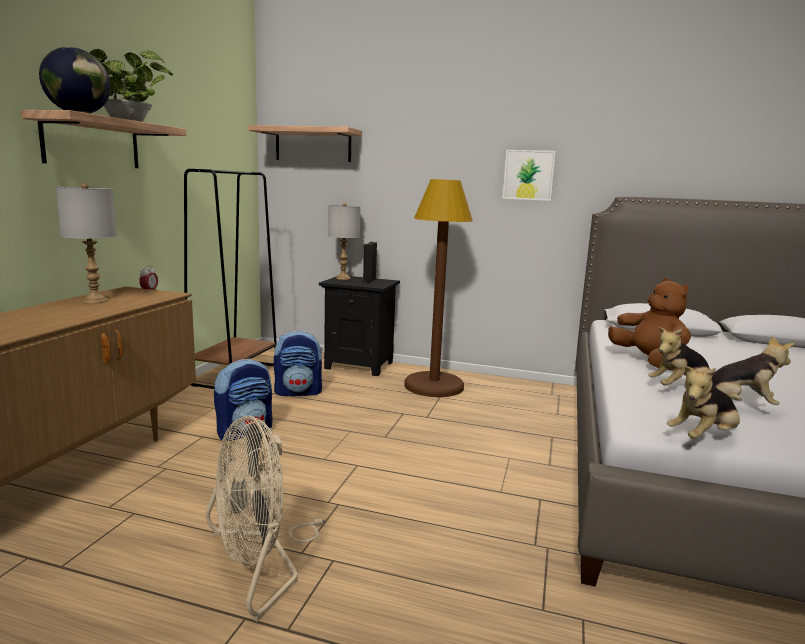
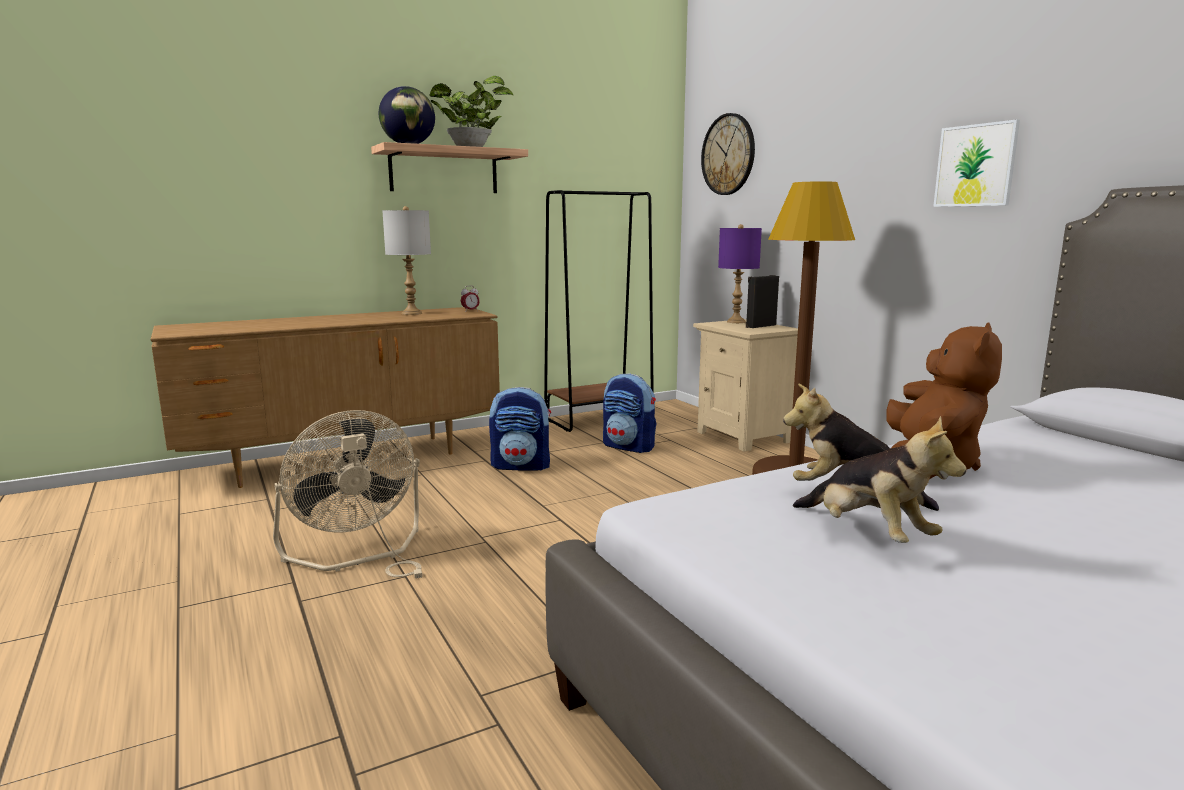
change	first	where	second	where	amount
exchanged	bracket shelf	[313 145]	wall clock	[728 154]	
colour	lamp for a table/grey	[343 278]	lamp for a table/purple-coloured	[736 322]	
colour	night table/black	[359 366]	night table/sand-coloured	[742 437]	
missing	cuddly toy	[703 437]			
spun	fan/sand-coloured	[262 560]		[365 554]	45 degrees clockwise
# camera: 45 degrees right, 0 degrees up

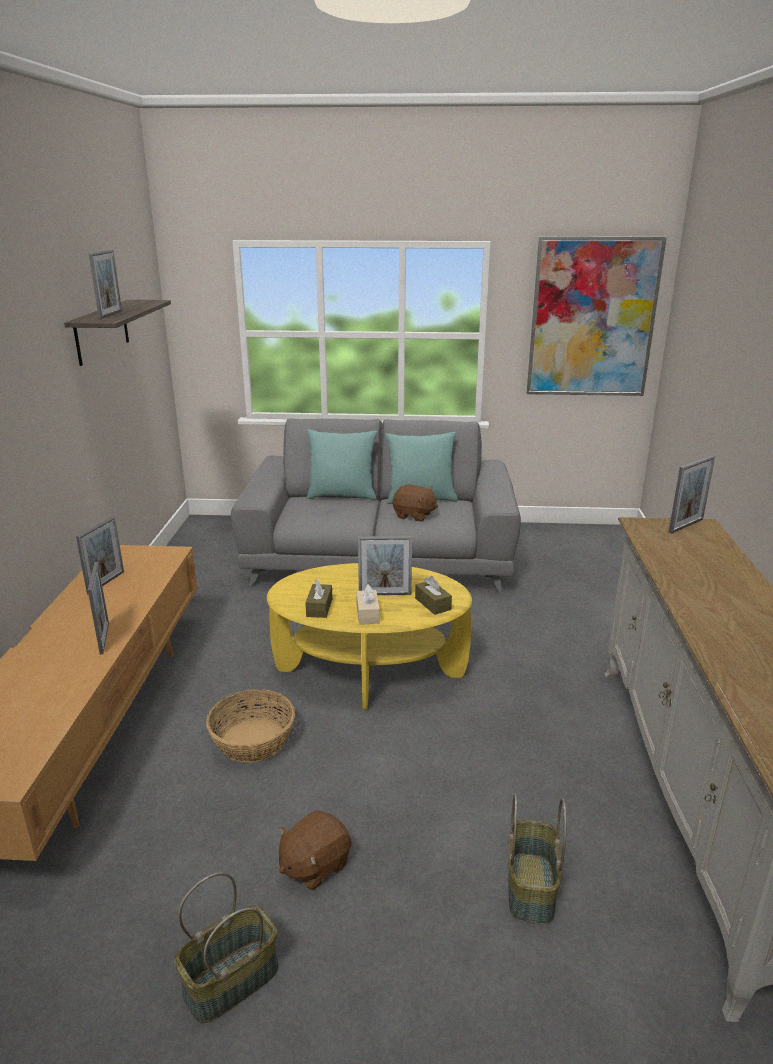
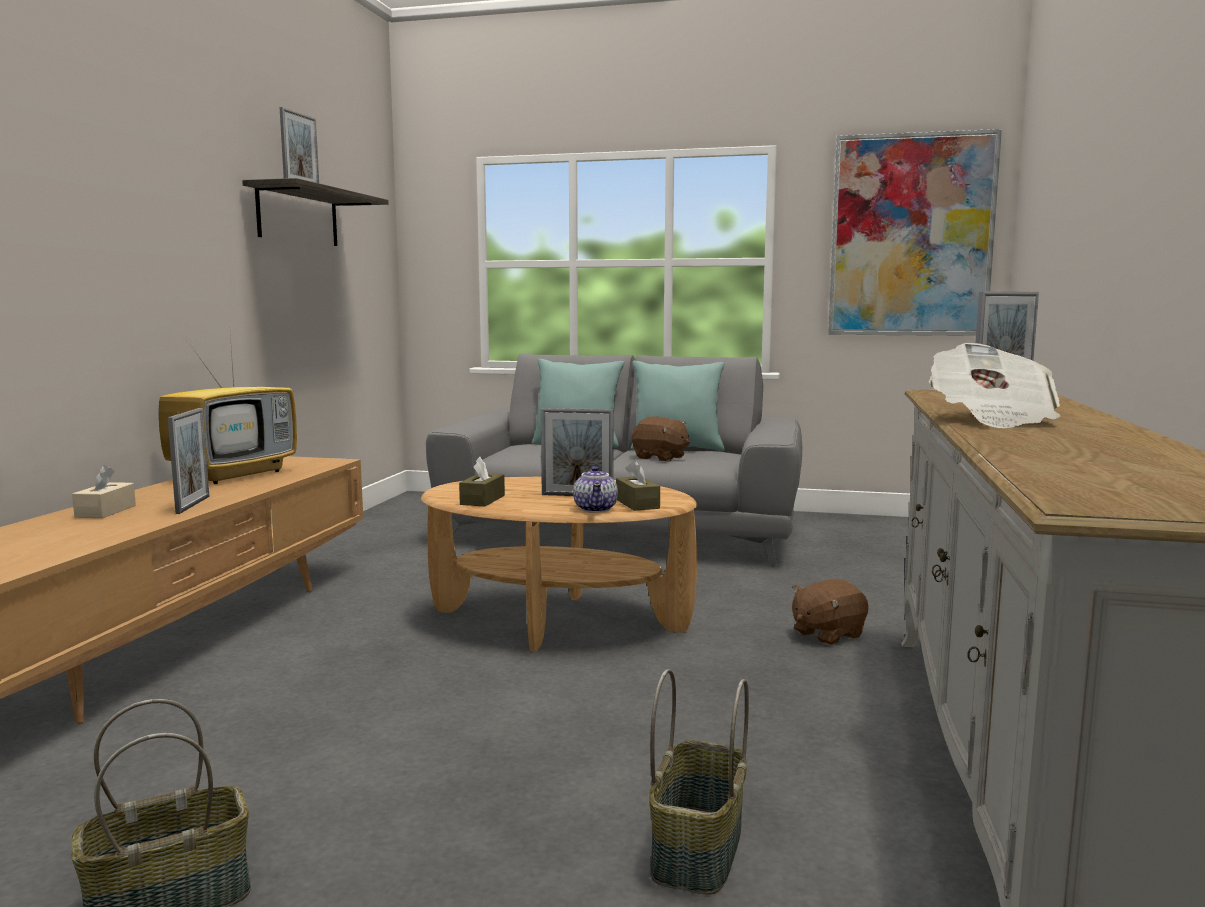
change	first	where	second	where	amount
exchanged	standing frame	[106 582]	TV set	[234 474]	
colour	coffee table/yellow	[370 673]	coffee table/brown-coloured	[558 621]	
relocated	tissue holder/sand-coloured	[367 614]		[106 511]	
missing	household basket	[252 740]			
relocated	cuddly toy/brown-coloured	[314 865]		[827 634]	
appeared			newspaper	[991 419]	
appeared			teapot	[596 509]	
# camera: 10 degrees right, 15 degrees down

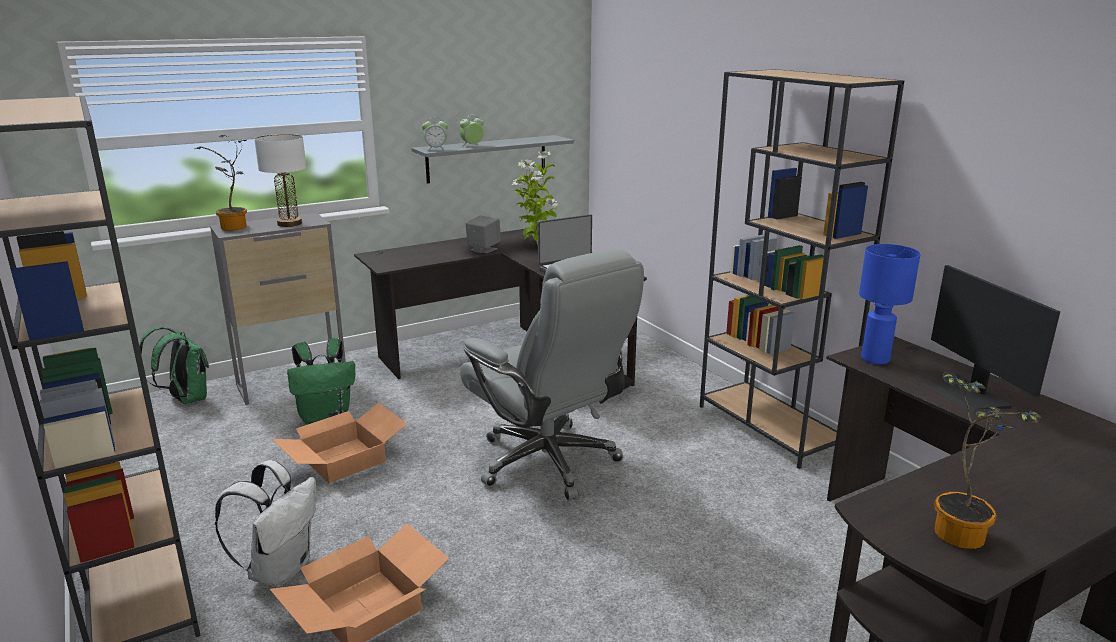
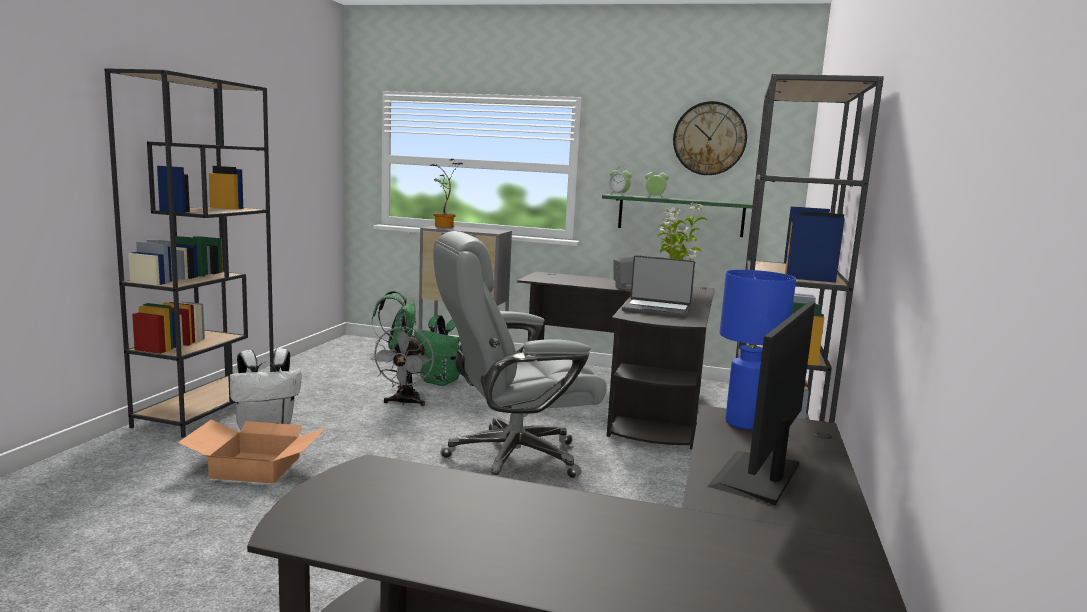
change	first	where	second	where	amount
missing	lamp for a table	[289 223]			
colour	bracket shelf/grey	[487 158]	bracket shelf/greenish	[680 215]	
spun	desk chair/grey	[547 461]		[513 458]	60 degrees clockwise
missing	plant in a pot	[961 531]			
exchanged	cardboard box	[344 459]	fan/grey	[405 403]	
appeared			wall clock	[709 138]	
# camera: 45 degrees right, 10 degrees down

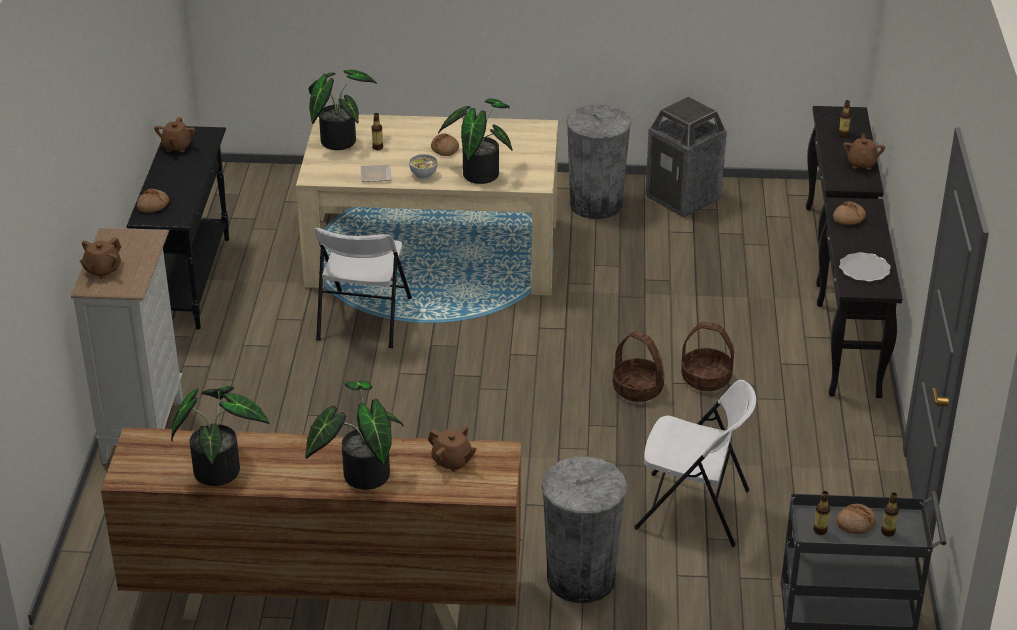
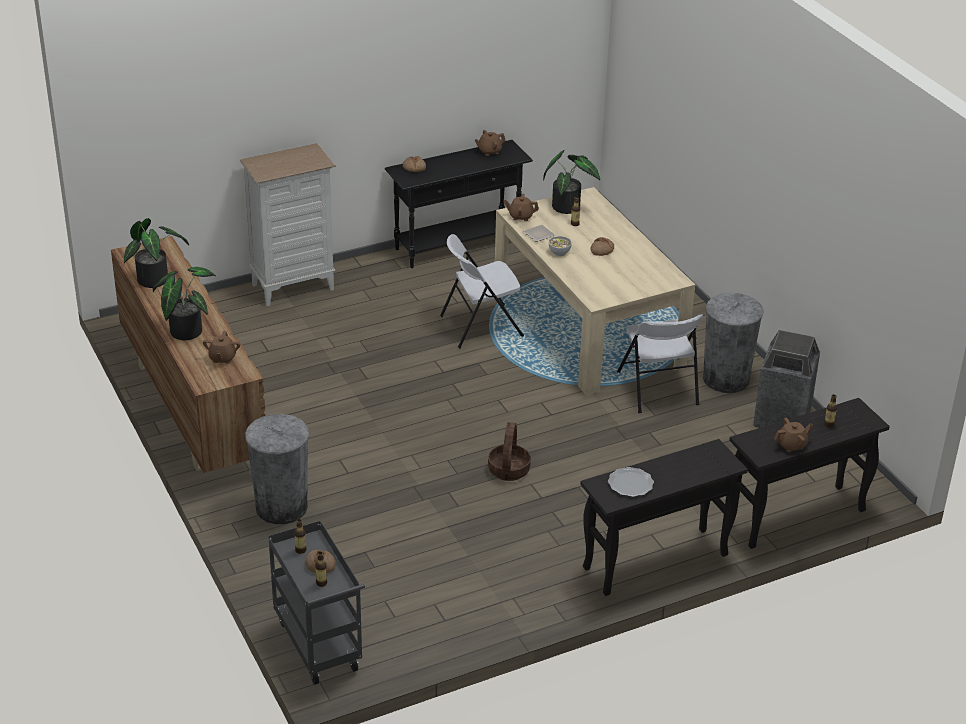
change	first	where	second	where	amount
missing	plant in a pot	[478 173]			
missing	bakery bread	[848 218]			
relocated	teapot/brown-coloured	[102 270]		[520 216]	
missing	household basket	[705 378]			
relocated	upright chair/white-coloured	[692 509]		[657 388]	
# camera: 60 degrees right, 0 degrees up

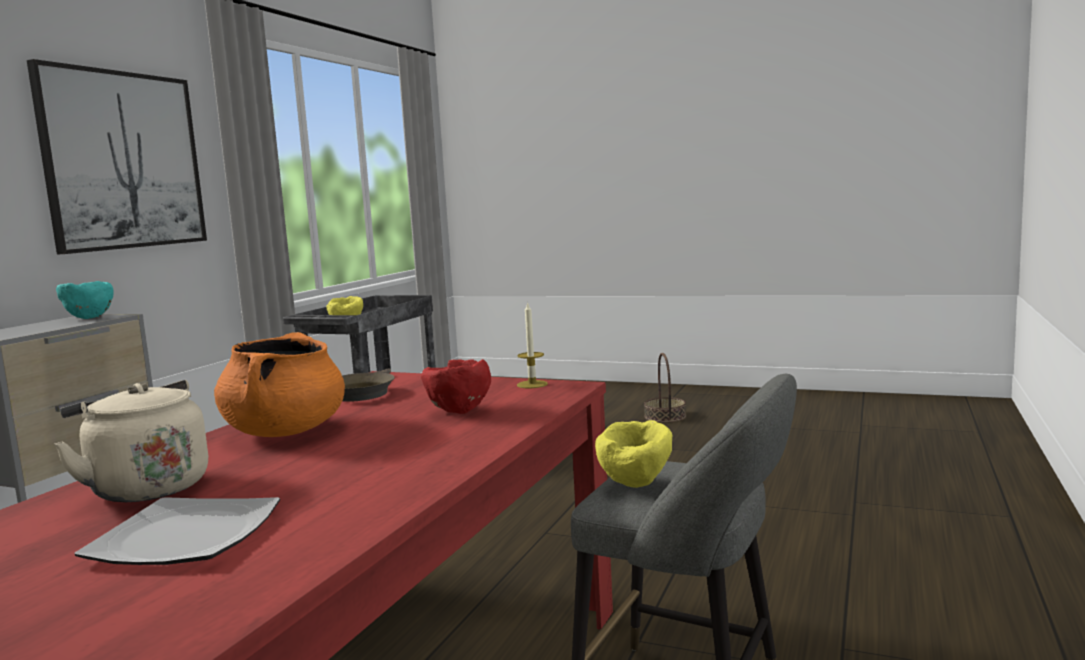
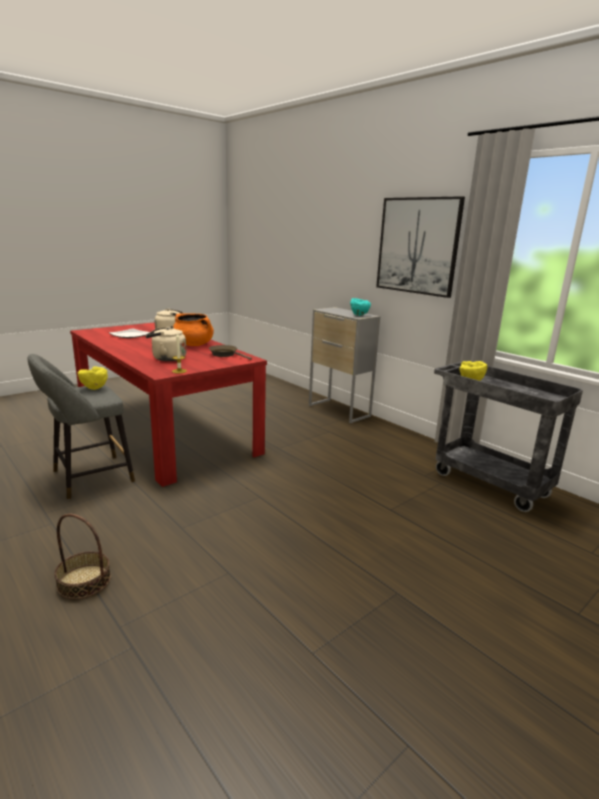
change	first	where	second	where	amount
relocated	household basket	[665 416]		[84 581]	
exchanged	serving bowl/red	[458 412]	kettle/sand-coloured	[167 358]	
# camera: 115 degrees right, 10 degrees up

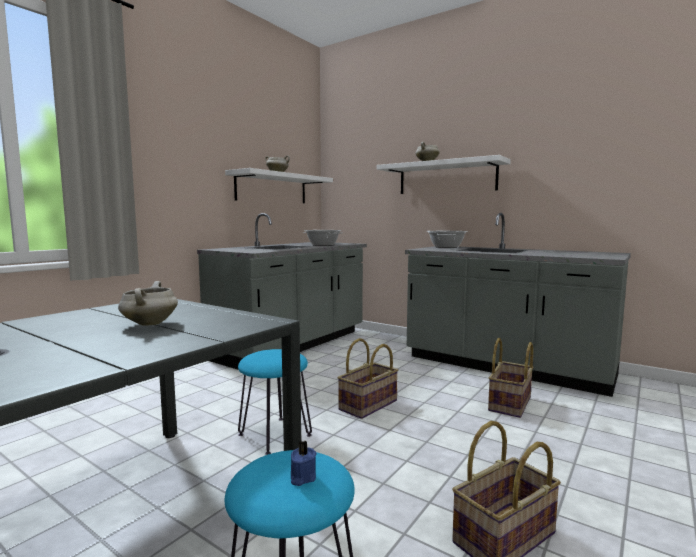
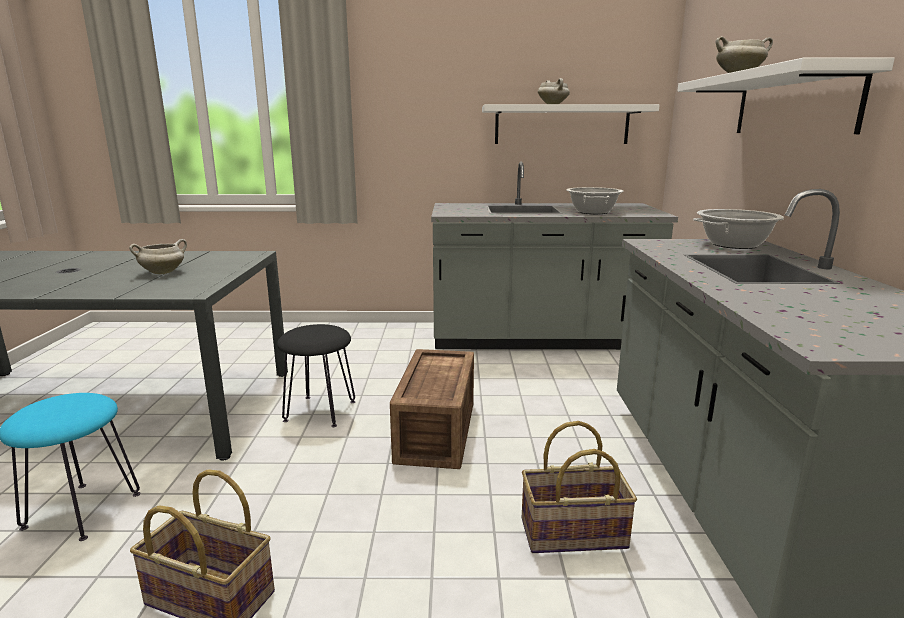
change	first	where	second	where	amount
exchanged	household basket	[369 405]	crate	[434 432]	
colour	stool seat/blue-green	[275 435]	stool seat/black	[320 411]	
missing	wax candle/blue-coloured	[302 477]			
# camera: 55 degrees right, 10 degrees up

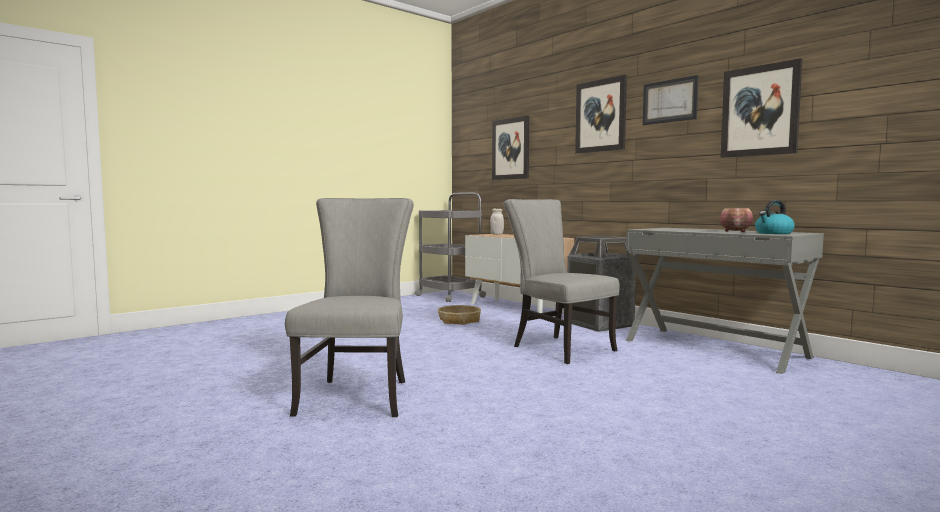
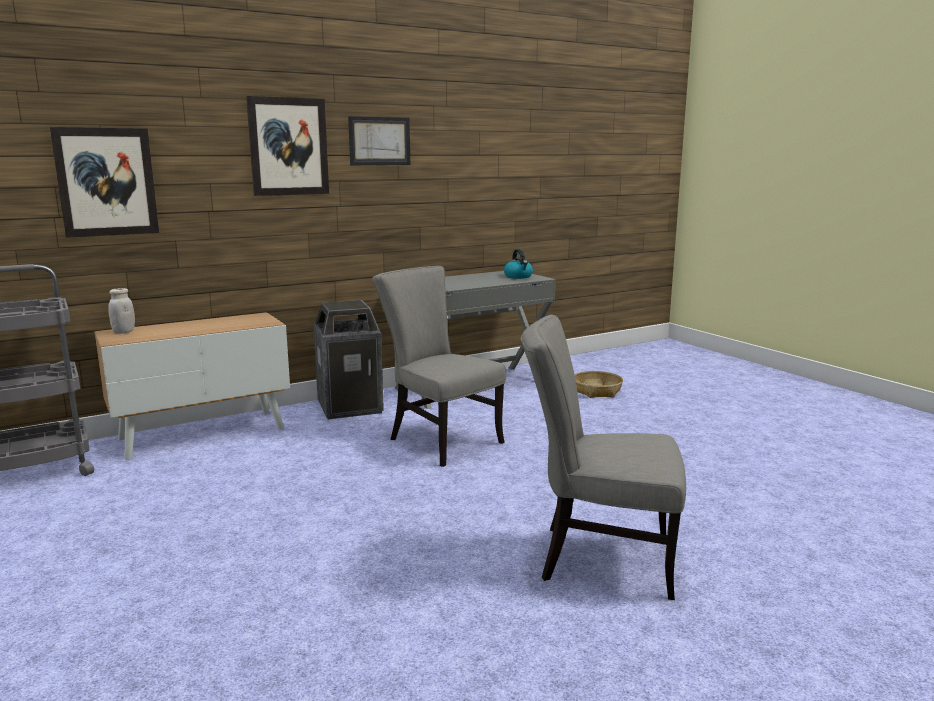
change	first	where	second	where	amount
missing	wall picture	[760 111]			
spun	upright chair/grey	[558 347]		[439 439]	75 degrees clockwise
missing	serving bowl	[736 231]			
relocated	household basket	[459 320]		[596 391]	
# camera: 80 degrees left, 10 degrees up

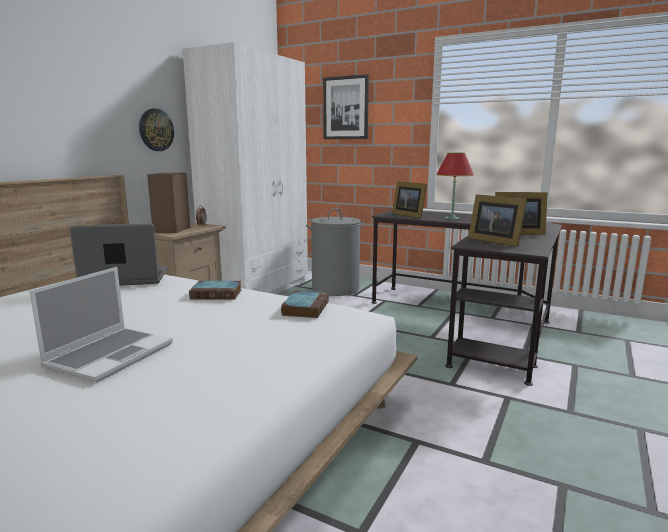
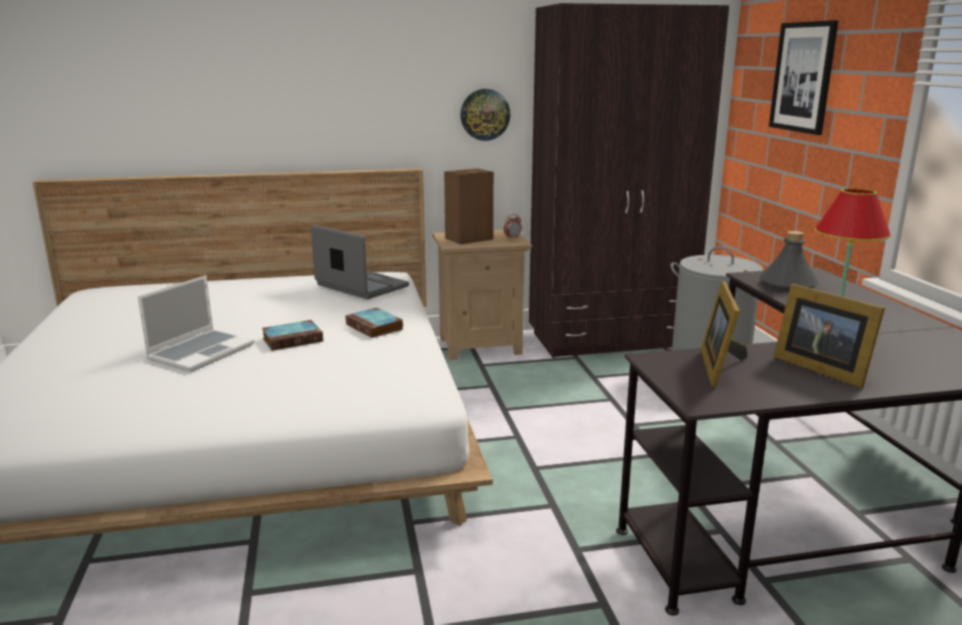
change	first	where	second	where	amount
colour	armoire/white-coloured	[258 290]	armoire/brown-coloured	[610 339]	
exchanged	standing frame	[408 215]	bottle/grey	[788 285]	
spun	portable computer	[110 355]		[201 352]	45 degrees counterclockwise
relocated	book	[305 308]		[293 339]	
# camera: 50 degrees right, 5 degrees up

